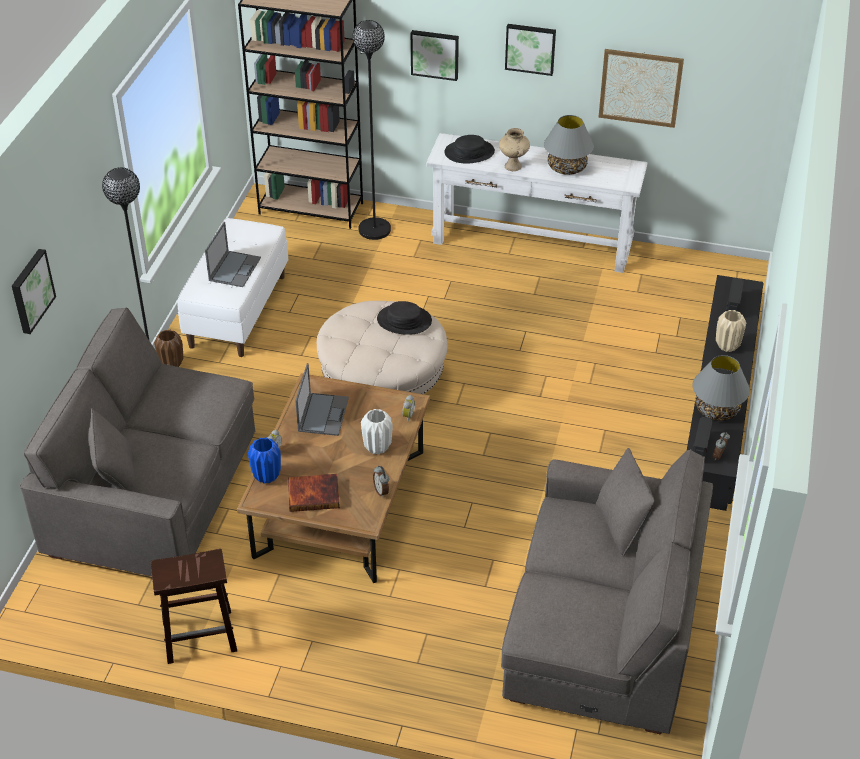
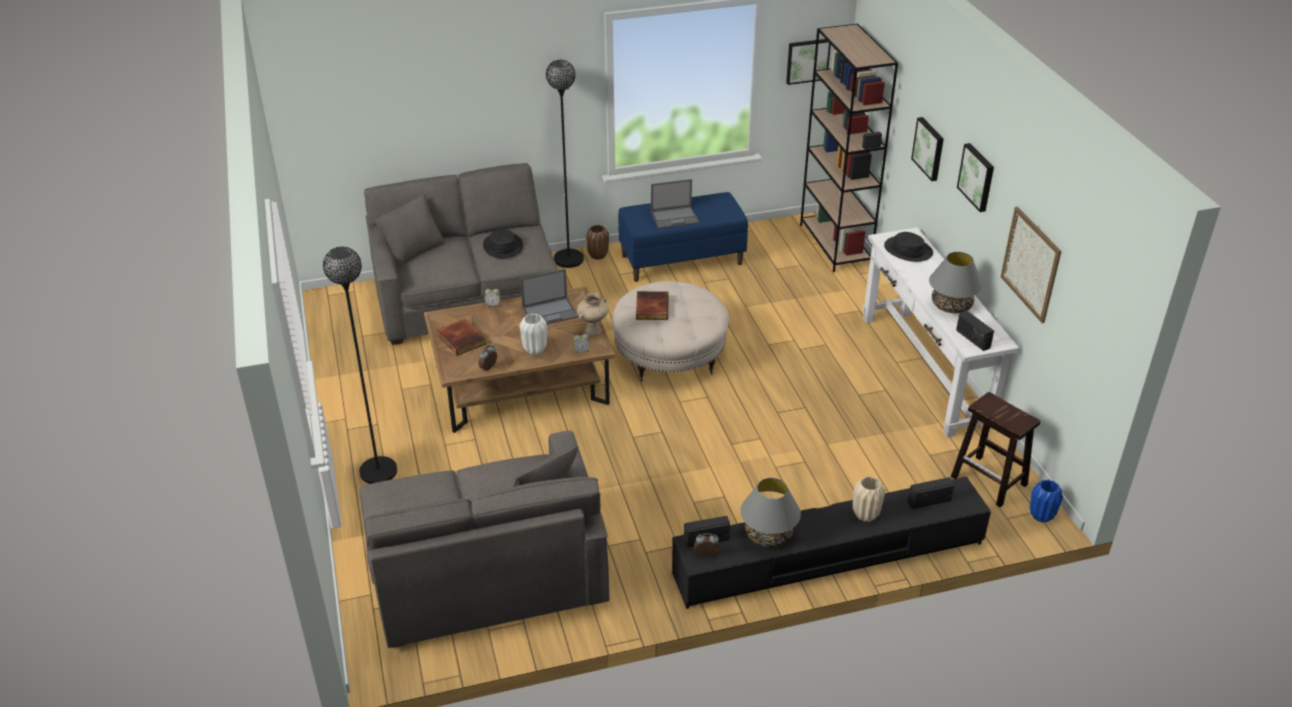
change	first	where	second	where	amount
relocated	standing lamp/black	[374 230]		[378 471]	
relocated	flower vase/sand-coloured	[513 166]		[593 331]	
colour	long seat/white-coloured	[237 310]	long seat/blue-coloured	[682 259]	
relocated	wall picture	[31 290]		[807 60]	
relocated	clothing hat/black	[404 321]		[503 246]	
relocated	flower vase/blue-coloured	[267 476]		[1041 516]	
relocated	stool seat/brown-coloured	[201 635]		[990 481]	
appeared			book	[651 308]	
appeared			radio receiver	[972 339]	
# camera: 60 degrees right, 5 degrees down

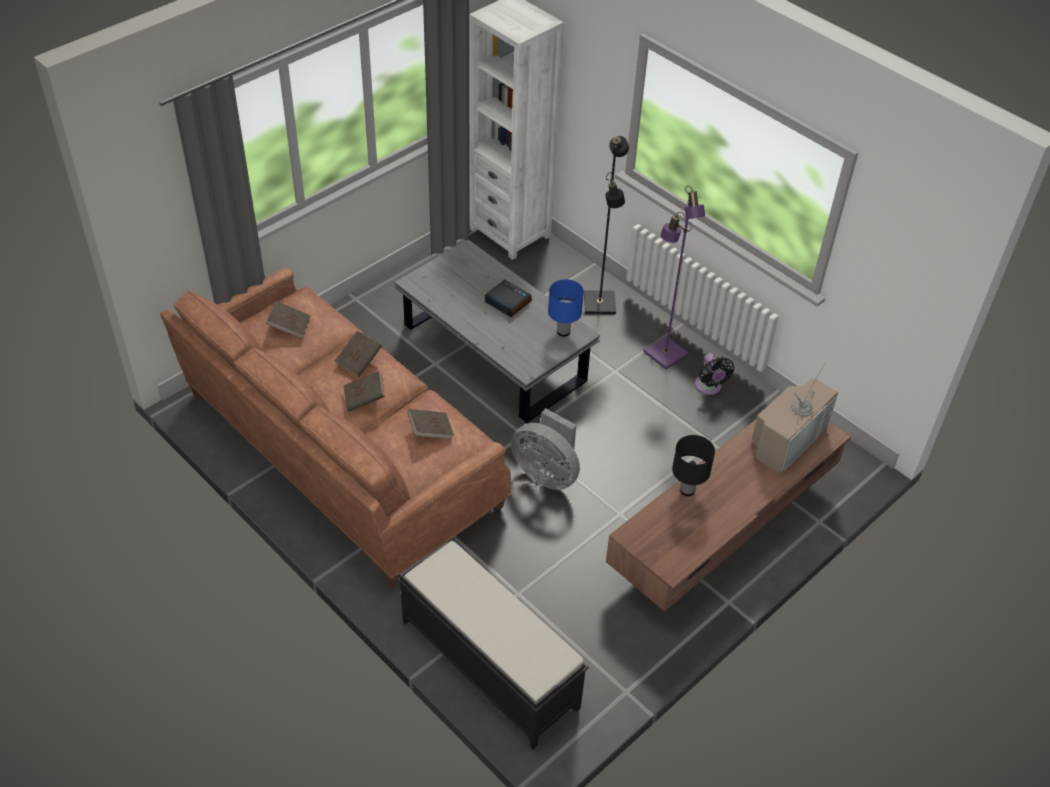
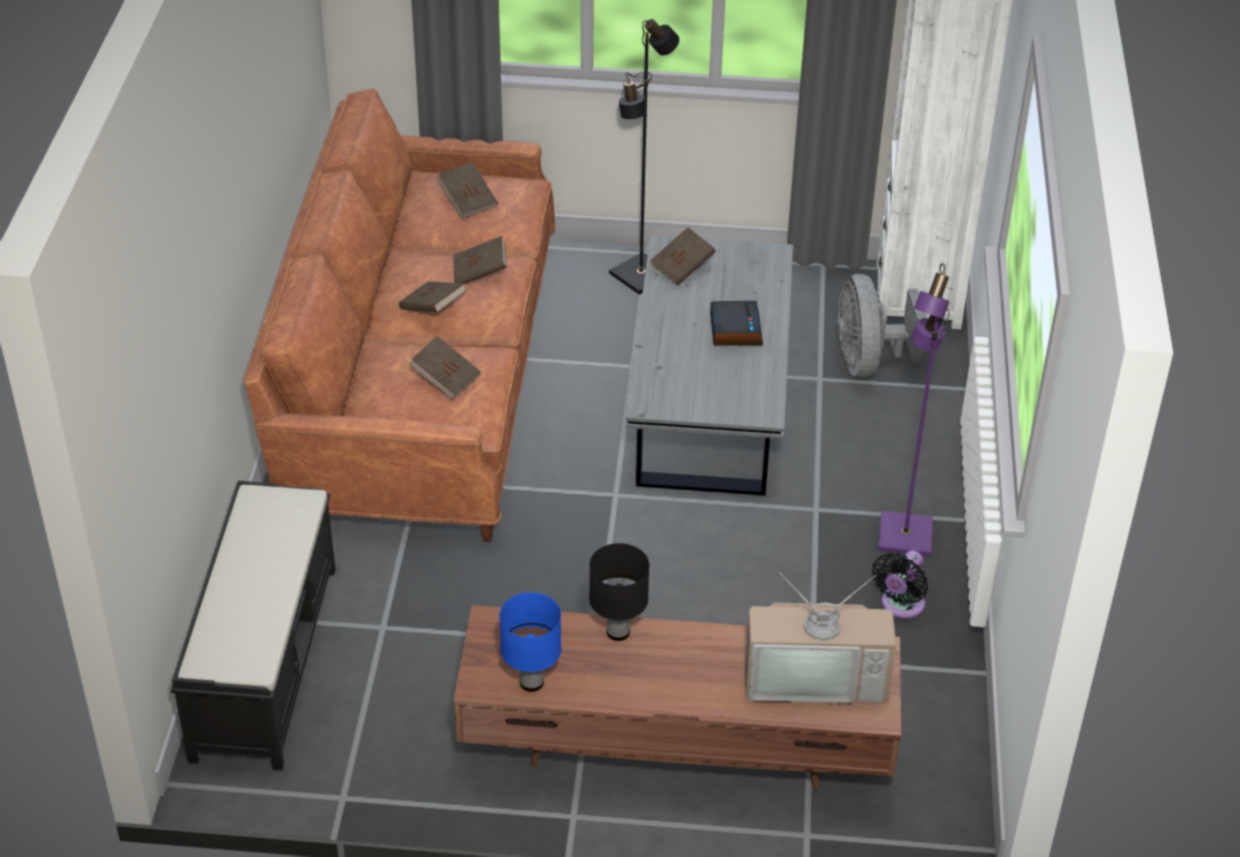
change	first	where	second	where	amount
relocated	standing lamp/black	[599 303]		[640 275]	
relocated	lamp for a table/blue-coloured	[563 331]		[532 682]	
relocated	fan/grey	[547 473]		[868 362]	
appeared			book/brown-coloured	[682 268]	
# camera: 50 degrees right, 5 degrees down

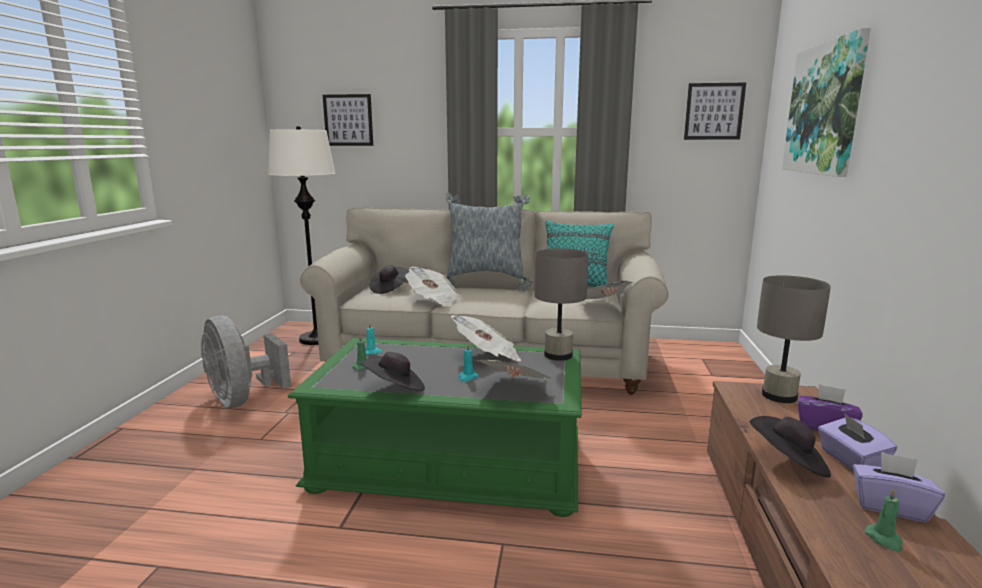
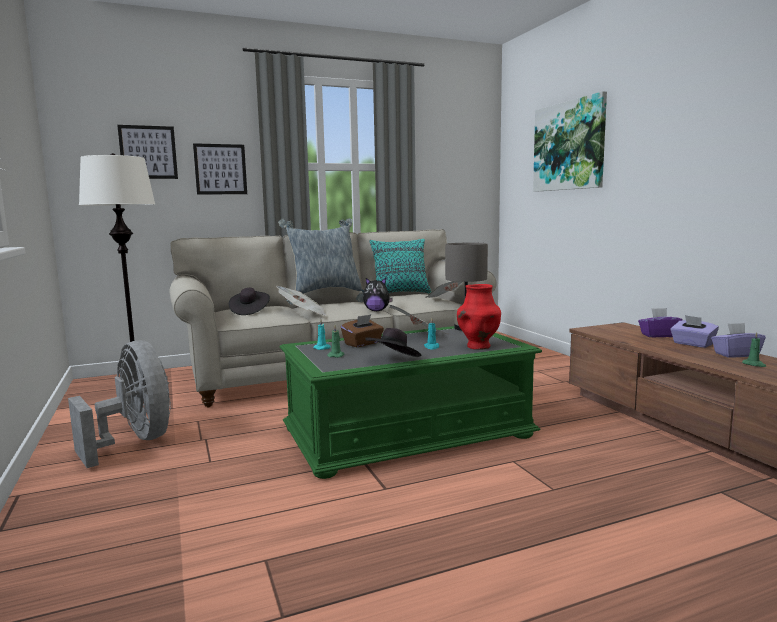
change	first	where	second	where	amount
relocated	wall picture	[714 111]		[220 169]	
missing	lamp for a table/grey	[780 396]			
spun	fan/grey	[242 399]		[135 442]	150 degrees counterclockwise
exchanged	newspaper	[515 390]	flower vase/red	[478 346]	
missing	clothing hat/black	[788 463]			
appeared			cuddly toy	[376 311]	
appeared			tissue holder/brown-coloured	[363 343]	
# camera: 30 degrees left, 5 degrees down

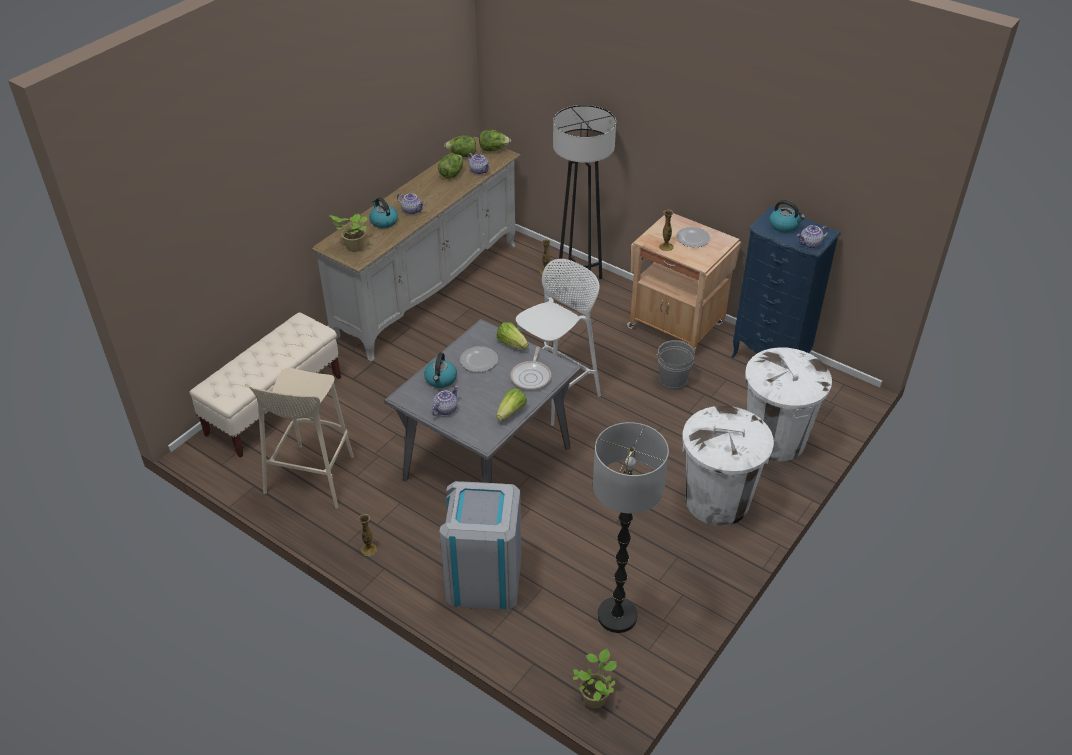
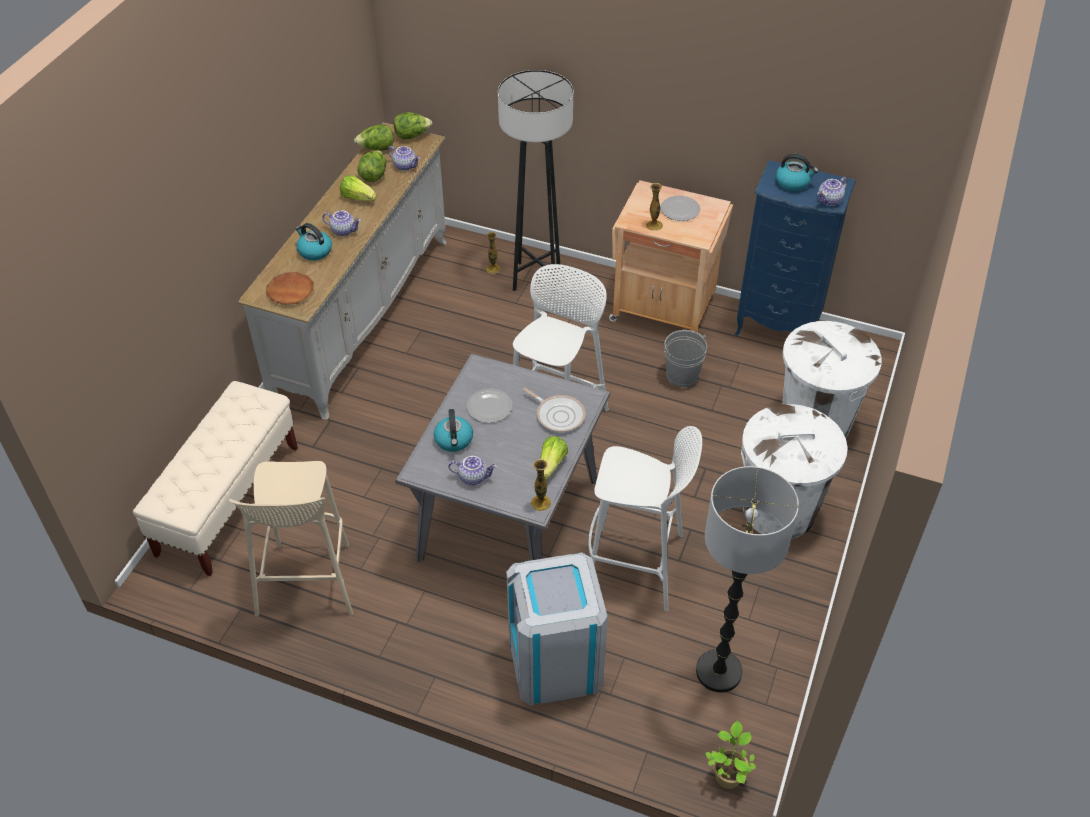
change	first	where	second	where	amount
exchanged	plant in a pot	[353 247]	plate/brown-coloured	[290 291]	
relocated	lettuce	[512 344]		[358 198]	
spun	pan	[531 376]		[558 415]	45 degrees counterclockwise
spun	teapot	[445 409]		[473 477]	75 degrees clockwise
relocated	flower vase	[368 549]		[541 503]	
appeared			stool seat/white-coloured	[637 565]	
# camera: 15 degrees left, 5 degrees up

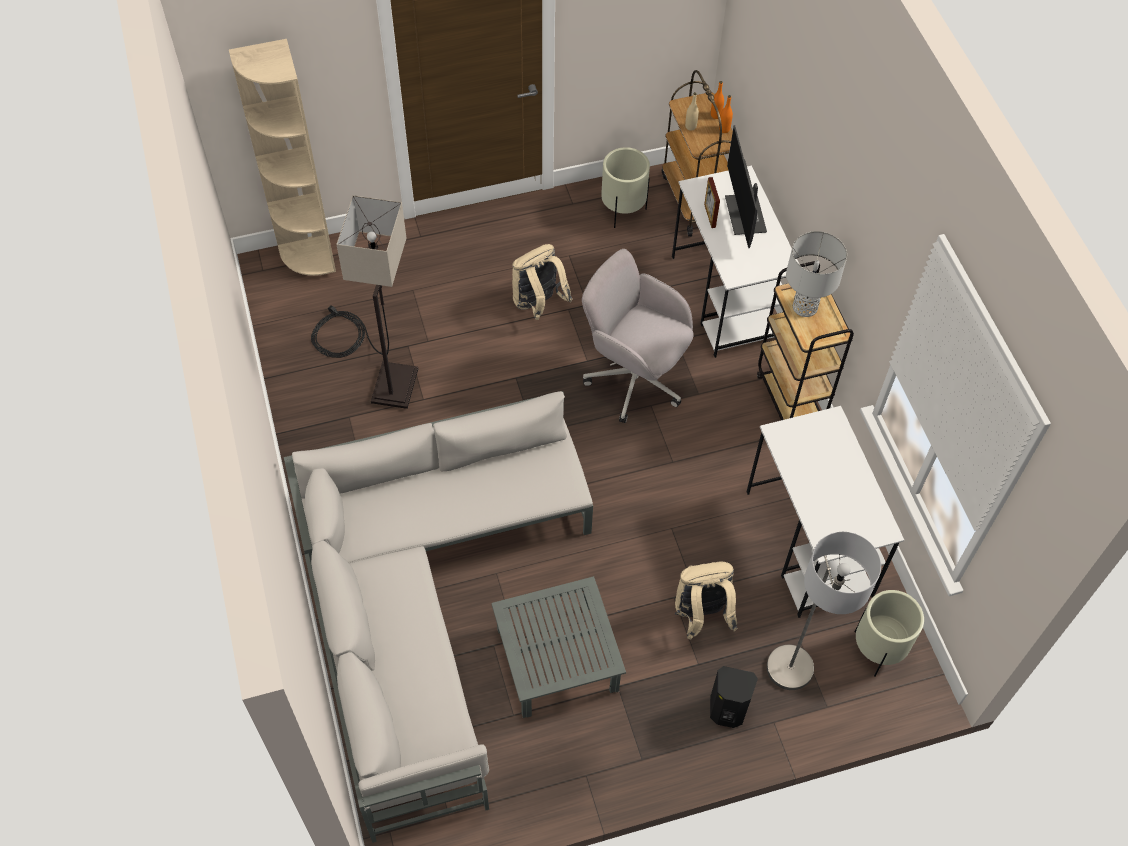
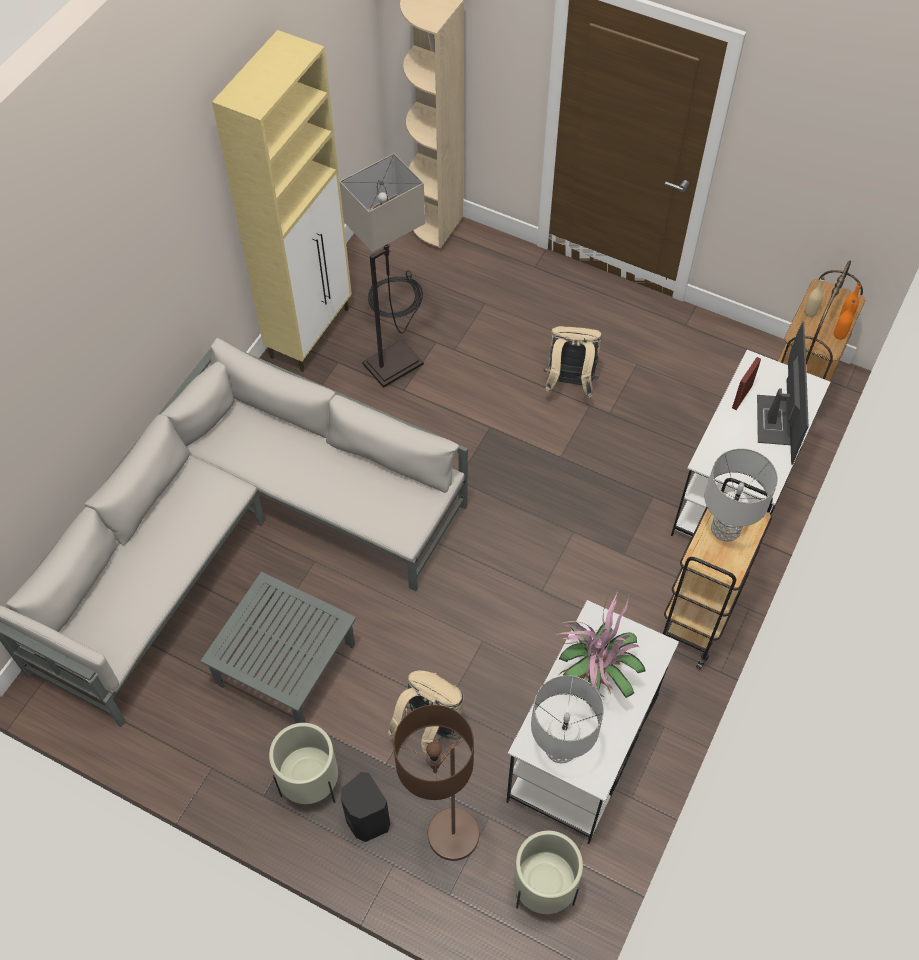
change	first	where	second	where	amount
spun	computer display	[745 216]		[775 420]	150 degrees clockwise
relocated	planter/sand-coloured	[623 211]		[310 784]	
missing	desk chair/grey	[633 380]			
colour	standing lamp/grey	[793 681]	standing lamp/brown-coloured	[444 848]	
appeared			cupboard/sand-coloured	[311 332]	
appeared			plant in a pot	[595 675]	
appeared			lamp for a table/white-coloured	[560 747]	
# camera: 45 degrees right, 0 degrees up

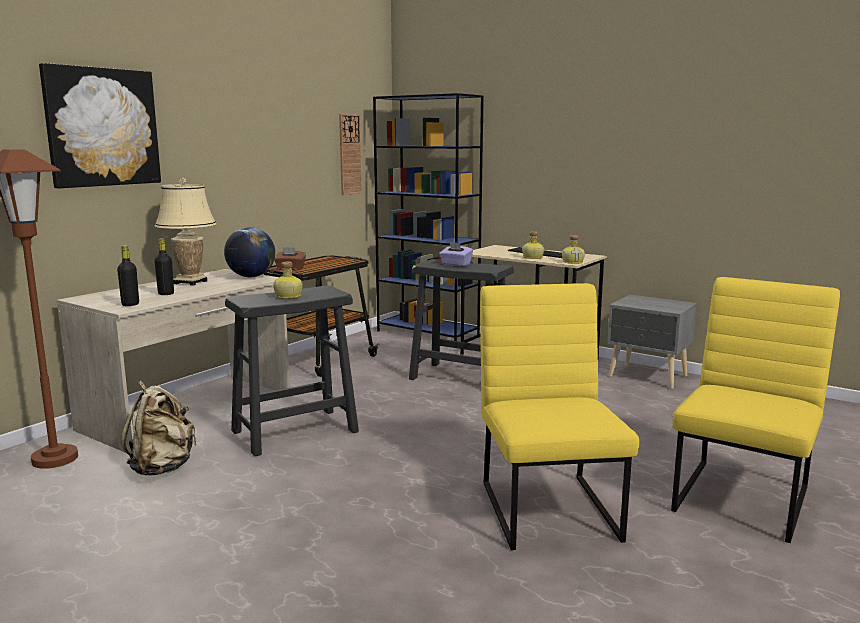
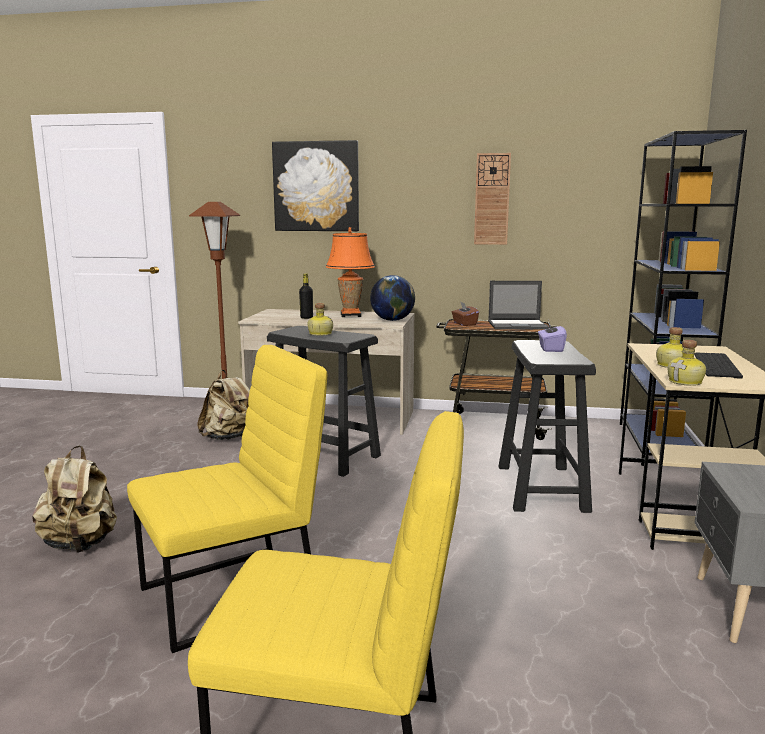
change	first	where	second	where	amount
relocated	wall clock	[350 154]		[492 199]	
colour	lamp for a table/sand-coloured	[190 282]	lamp for a table/orange-coloured	[350 315]	
missing	bottle/black	[130 304]			
appeared			portable computer	[518 325]	
appeared			backpack/sand-coloured	[80 544]	
# camera: 65 degrees right, 0 degrees up

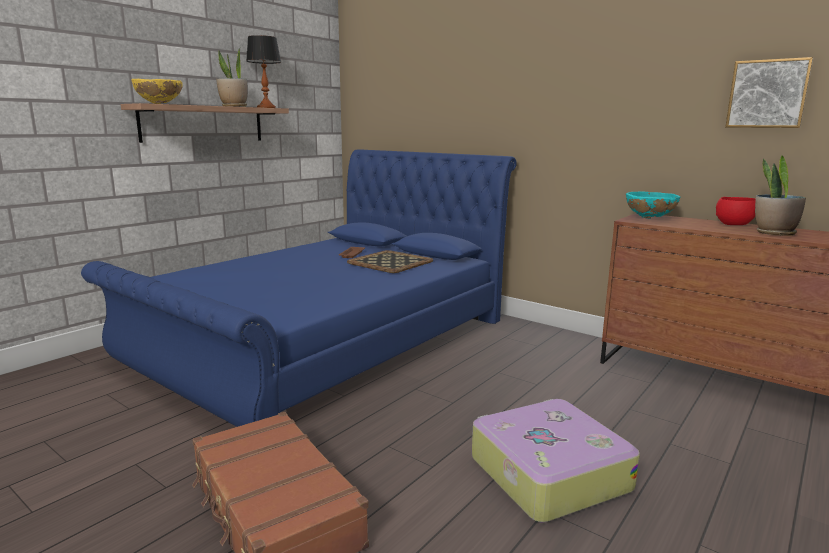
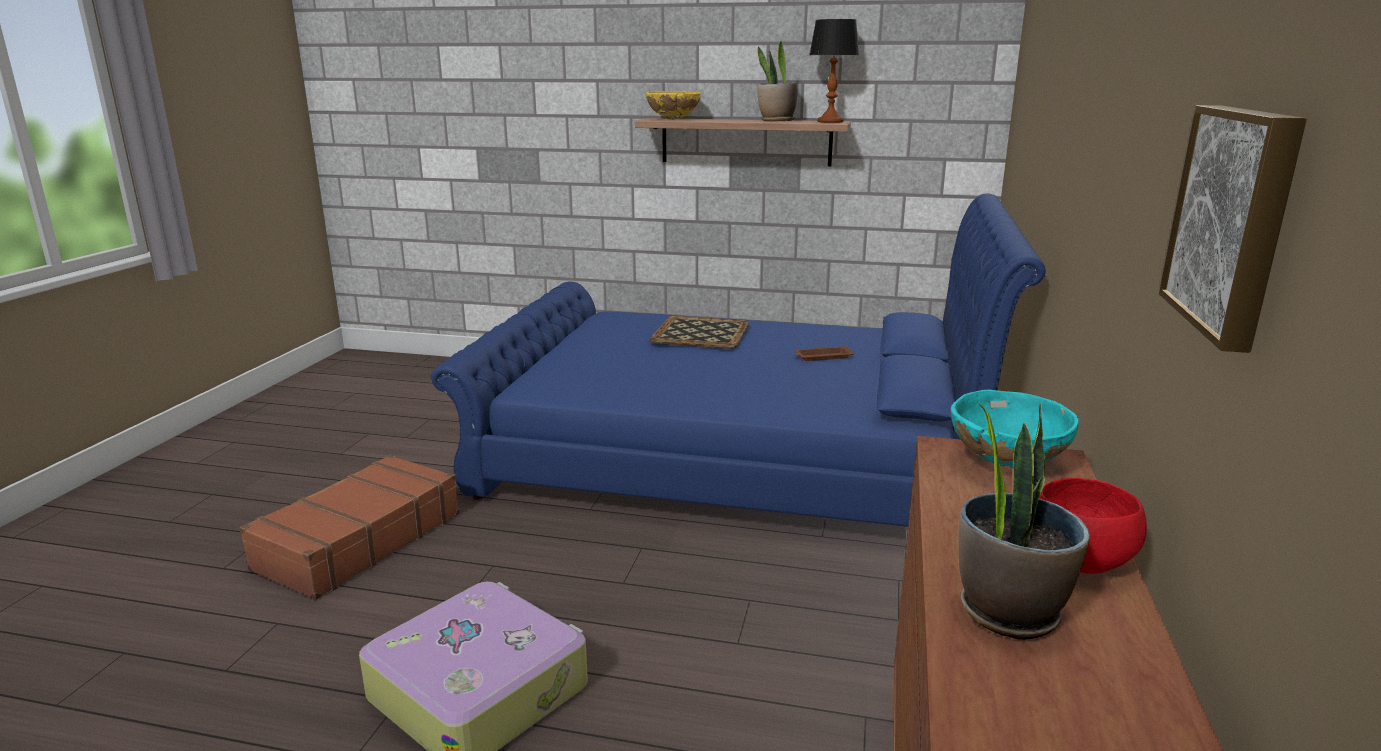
change	first	where	second	where	amount
relocated	tray	[391 262]		[701 333]	
# camera: 65 degrees right, 5 degrees up

